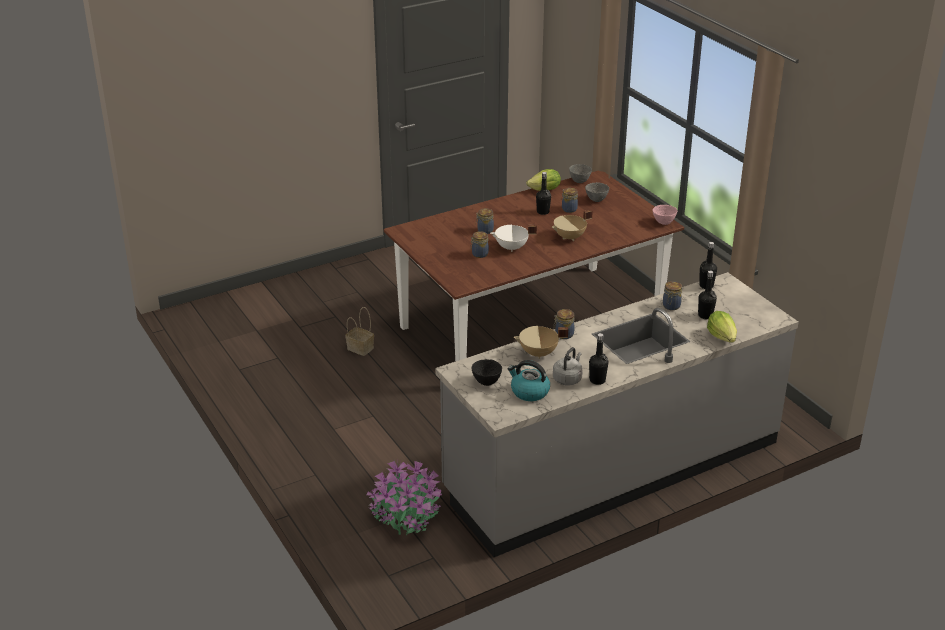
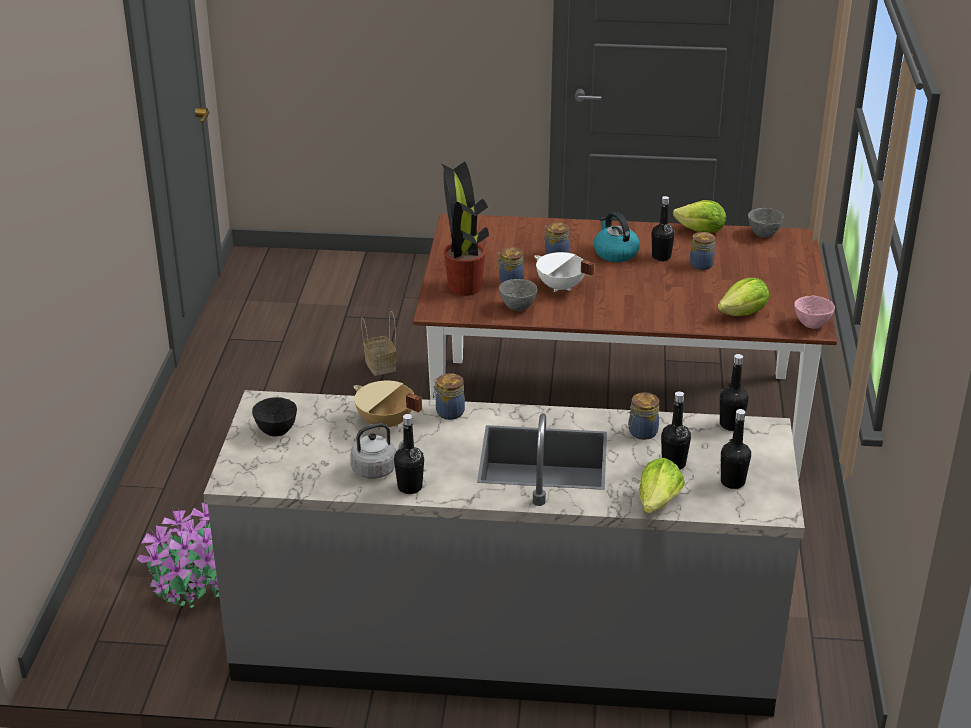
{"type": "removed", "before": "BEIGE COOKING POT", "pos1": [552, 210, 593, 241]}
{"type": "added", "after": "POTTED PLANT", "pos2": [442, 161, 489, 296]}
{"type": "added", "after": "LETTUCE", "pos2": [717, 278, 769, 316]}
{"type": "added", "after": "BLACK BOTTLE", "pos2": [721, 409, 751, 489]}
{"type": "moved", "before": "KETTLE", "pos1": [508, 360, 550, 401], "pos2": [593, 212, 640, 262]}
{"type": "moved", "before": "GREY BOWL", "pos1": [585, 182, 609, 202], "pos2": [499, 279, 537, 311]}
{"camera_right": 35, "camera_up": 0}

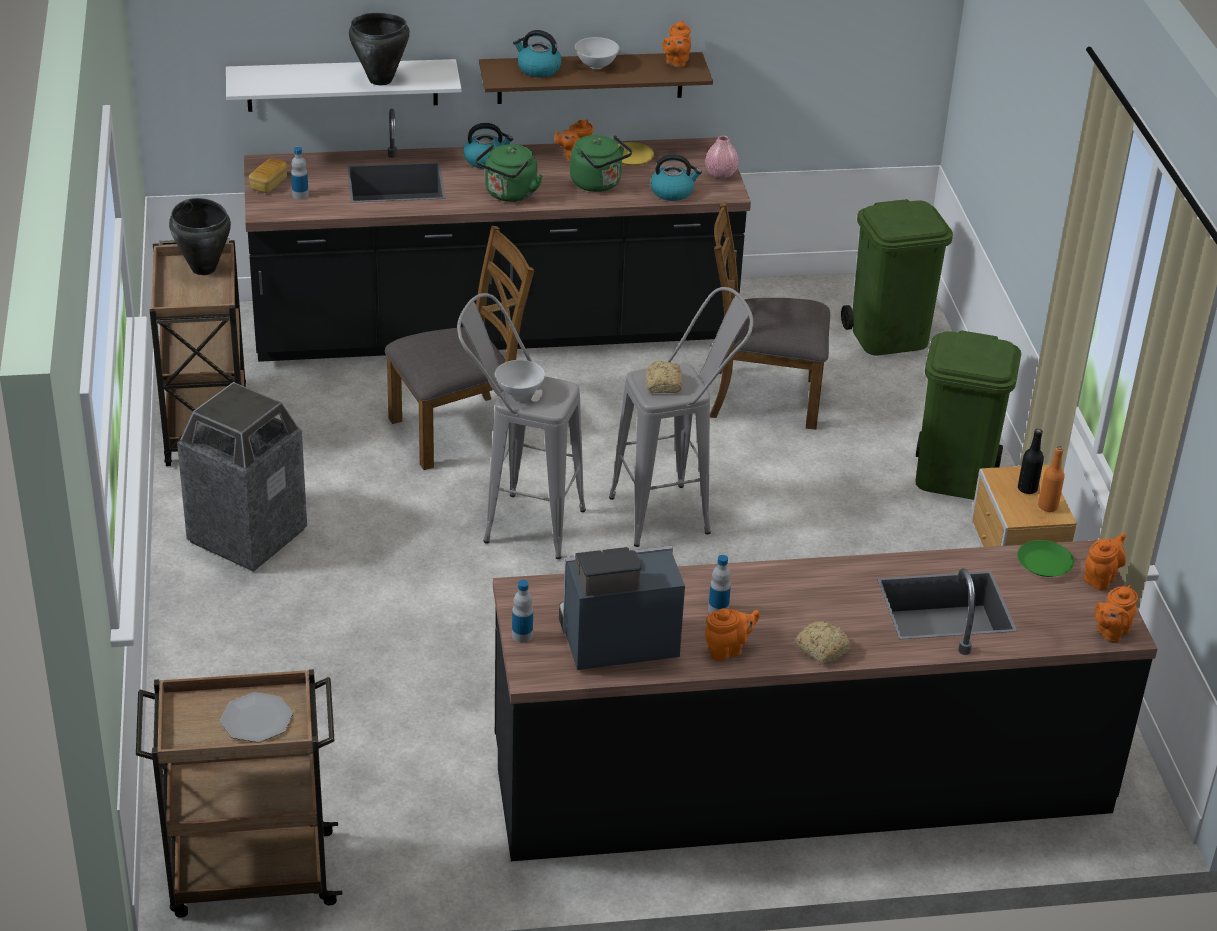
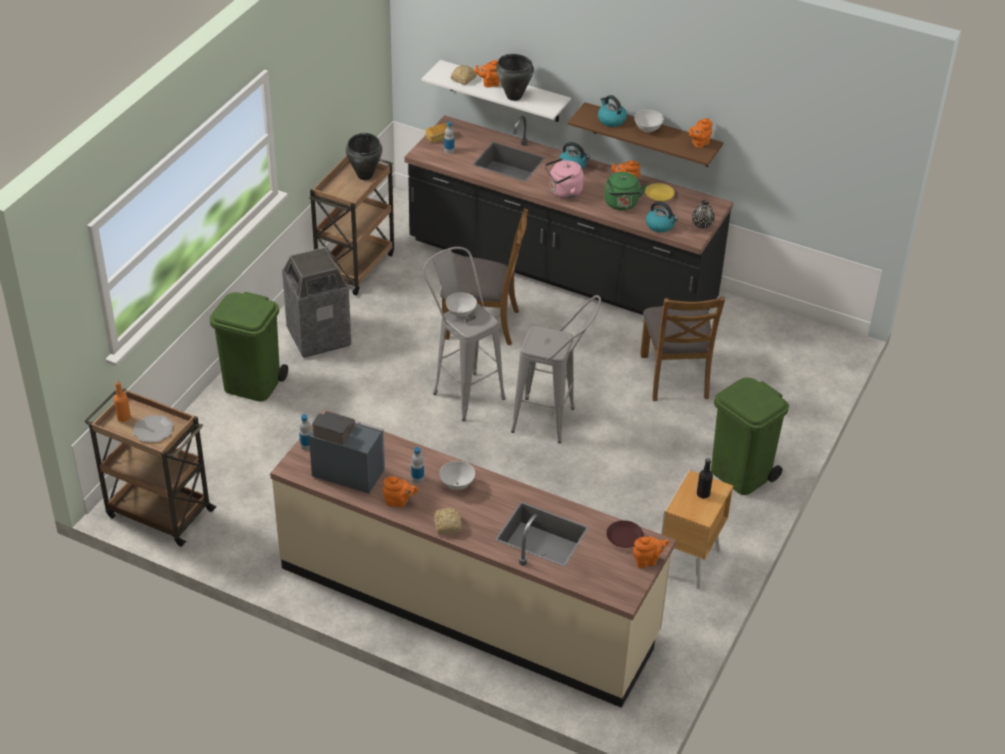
{"type": "added", "after": "WHITE BOWL", "pos2": [440, 461, 475, 490]}
{"type": "moved", "before": "BREAD", "pos1": [646, 361, 682, 393], "pos2": [451, 65, 477, 85]}
{"type": "moved", "before": "GREEN TRASH CAN", "pos1": [841, 199, 953, 355], "pos2": [210, 292, 288, 402]}
{"type": "moved", "before": "ORANGE BOTTLE", "pos1": [1038, 446, 1065, 512], "pos2": [114, 381, 131, 422]}
{"type": "moved", "before": "ORANGE TEAPOT", "pos1": [1095, 585, 1138, 643], "pos2": [475, 60, 500, 88]}
{"type": "recoloured", "before": "GREEN KETTLE", "after": "PINK KETTLE", "pos1": [476, 144, 543, 202], "pos2": [545, 158, 584, 199]}
{"type": "recoloured", "before": "BLACK COUNTER", "after": "BEIGE COUNTER", "pos1": [493, 540, 1158, 861], "pos2": [270, 409, 676, 708]}
{"type": "recoloured", "before": "PINK VASE", "after": "BLACK VASE", "pos1": [705, 135, 738, 179], "pos2": [692, 200, 715, 229]}
{"type": "recoloured", "before": "GREEN PLATE", "after": "BROWN PLATE", "pos1": [1017, 540, 1074, 577], "pos2": [606, 520, 644, 548]}
{"type": "turned", "before": "BROWN CHAIR", "pos1": [710, 203, 830, 430], "pos2": [640, 296, 725, 401], "turn": -135}
{"camera_right": 35, "camera_up": 5}

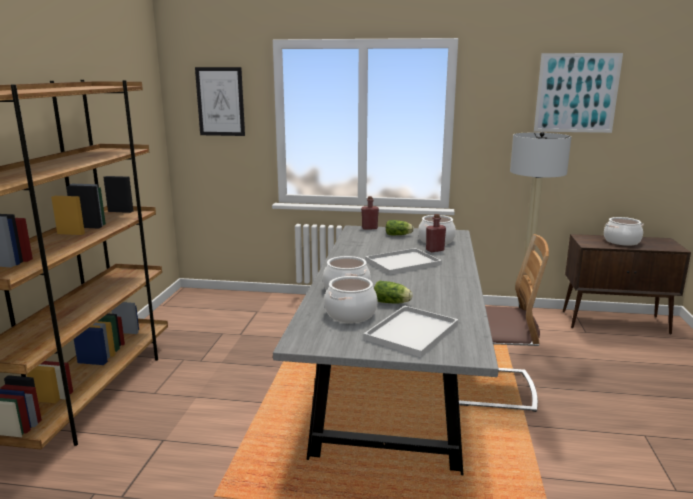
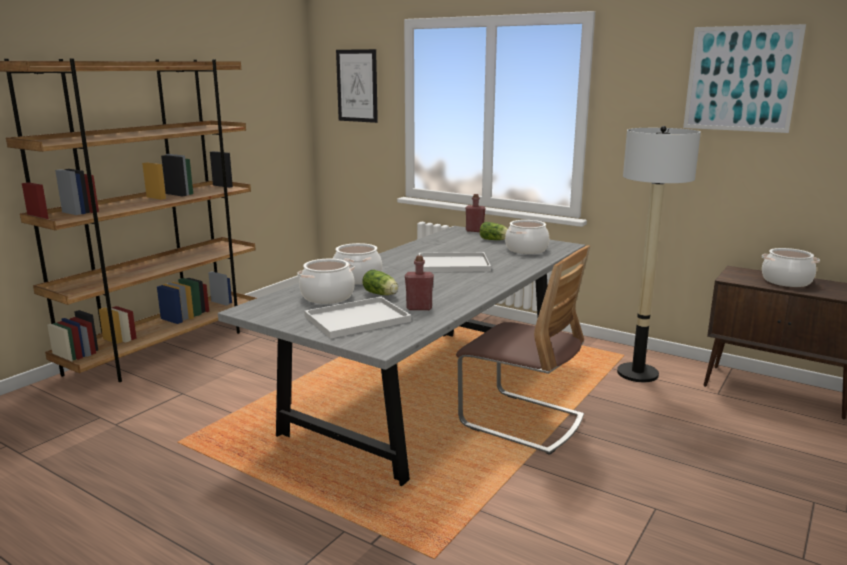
{"type": "moved", "before": "RED BOTTLE", "pos1": [426, 214, 446, 252], "pos2": [405, 255, 434, 310]}
{"camera_right": 25, "camera_up": 0}

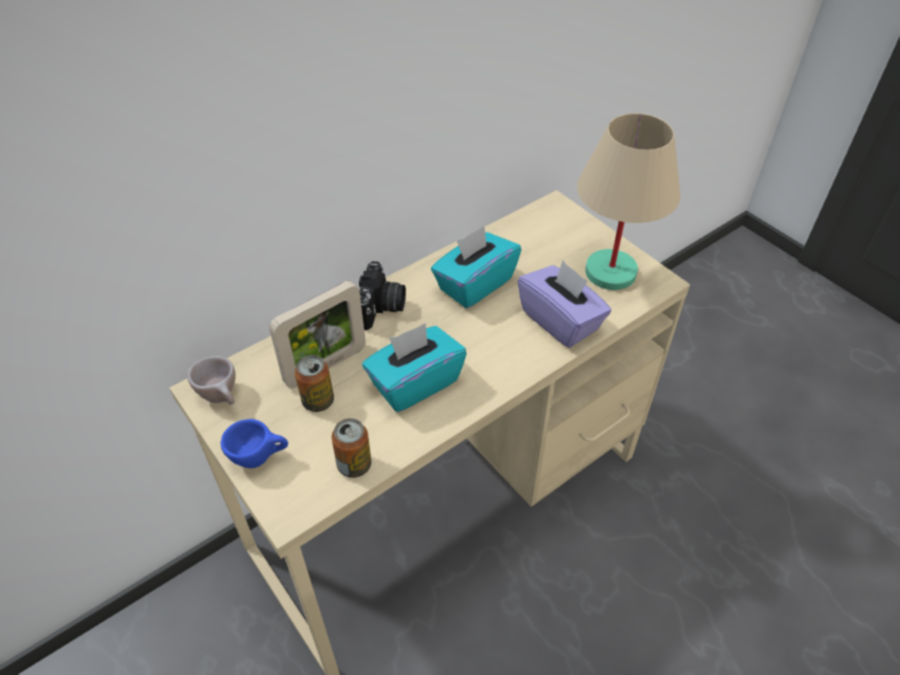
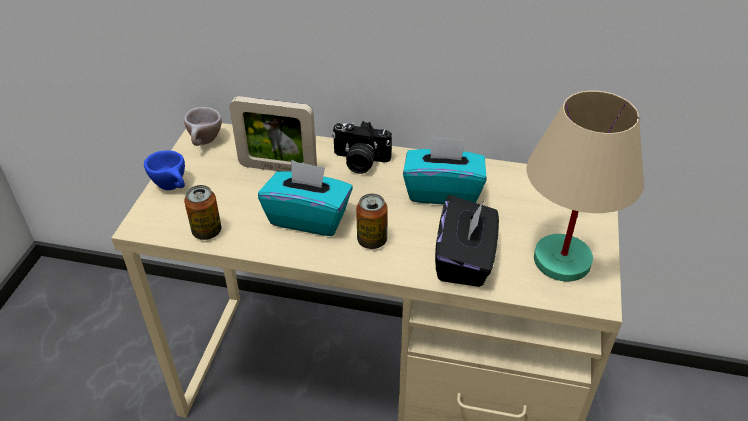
{"type": "moved", "before": "CAN", "pos1": [295, 355, 334, 412], "pos2": [356, 194, 388, 249]}
{"type": "recoloured", "before": "PURPLE TISSUE BOX", "after": "BLACK TISSUE BOX", "pos1": [518, 261, 611, 348], "pos2": [435, 195, 499, 287]}
{"type": "turned", "before": "PHOTO CAMERA", "pos1": [359, 261, 406, 330], "pos2": [332, 121, 392, 174], "turn": 45}
{"camera_right": 50, "camera_up": -5}

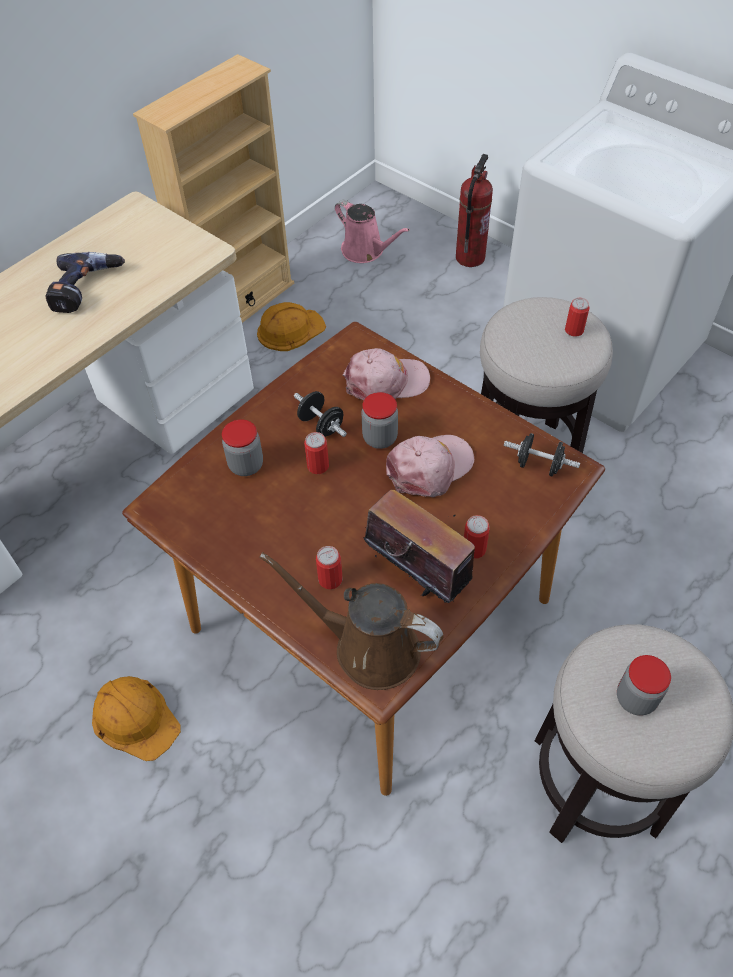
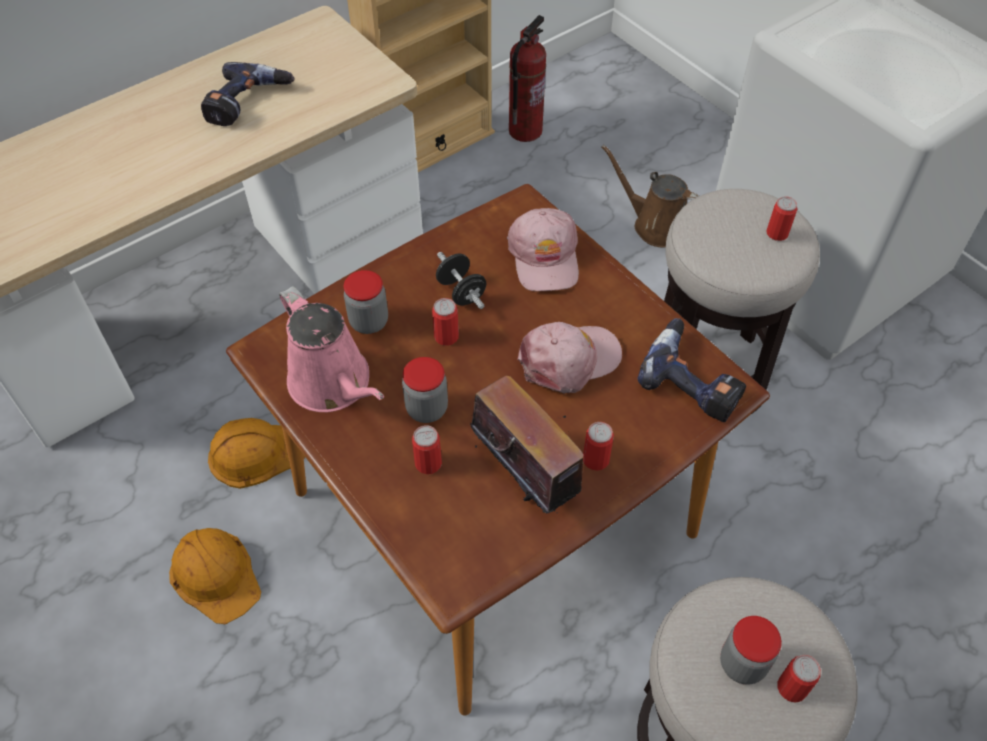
{"type": "added", "after": "CAN", "pos2": [778, 655, 821, 703]}
{"type": "moved", "before": "ORANGE HARD HAT", "pos1": [257, 302, 326, 351], "pos2": [208, 418, 305, 489]}
{"type": "moved", "before": "BROWN WATERING CAN", "pos1": [259, 552, 444, 690], "pos2": [601, 144, 699, 248]}
{"type": "moved", "before": "PINK WATERING CAN", "pos1": [335, 200, 410, 263], "pos2": [279, 286, 384, 412]}
{"type": "moved", "before": "JAR", "pos1": [362, 392, 398, 449], "pos2": [402, 357, 448, 423]}
{"type": "moved", "before": "FIRE EXTINGUISHER", "pos1": [456, 154, 493, 267], "pos2": [509, 15, 546, 142]}
{"type": "replaced", "before": "BLACK DUMBBELL", "after": "POWER DRILL", "pos1": [504, 433, 580, 476], "pos2": [638, 318, 746, 422]}
{"type": "turned", "before": "PINK CAP", "pos1": [343, 348, 430, 401], "pos2": [507, 208, 579, 292], "turn": 90}
{"camera_right": 10, "camera_up": 0}

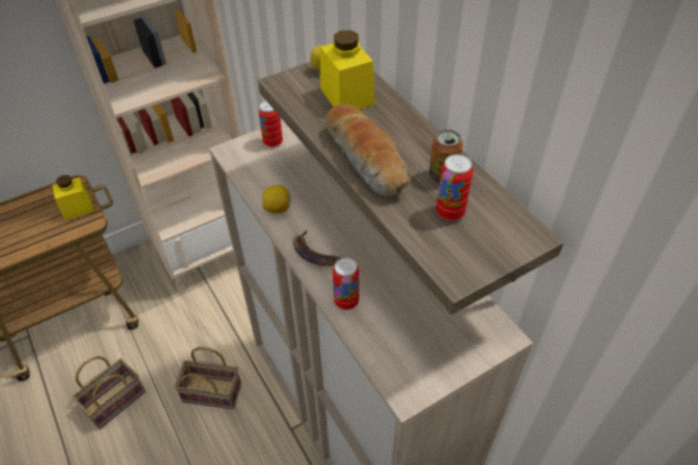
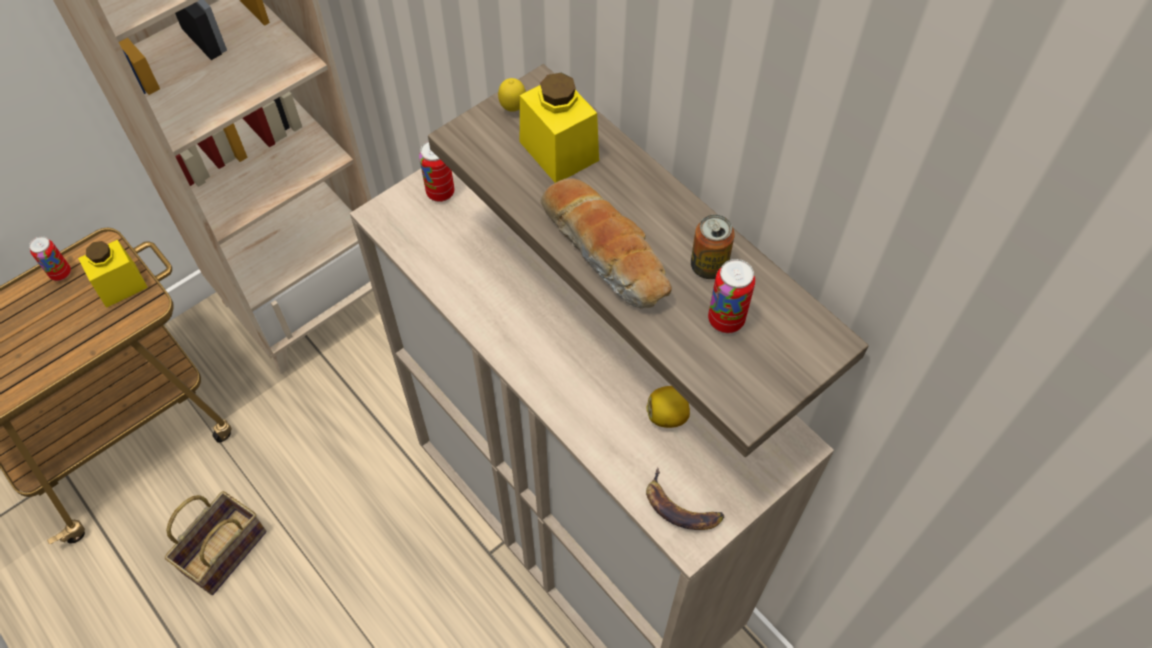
{"type": "removed", "before": "BASKET", "pos1": [174, 347, 242, 409]}
{"type": "moved", "before": "LEMON", "pos1": [262, 185, 291, 213], "pos2": [647, 386, 690, 428]}
{"type": "moved", "before": "BANANA", "pos1": [293, 229, 341, 266], "pos2": [646, 467, 724, 530]}
{"type": "moved", "before": "CAN", "pos1": [333, 258, 359, 310], "pos2": [29, 236, 71, 281]}
{"camera_right": -10, "camera_up": 10}

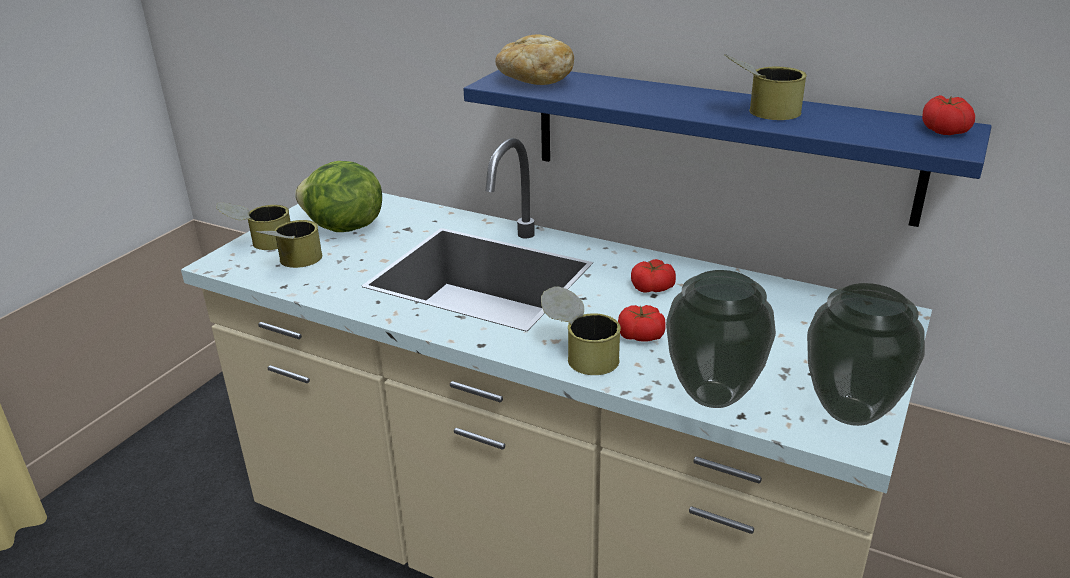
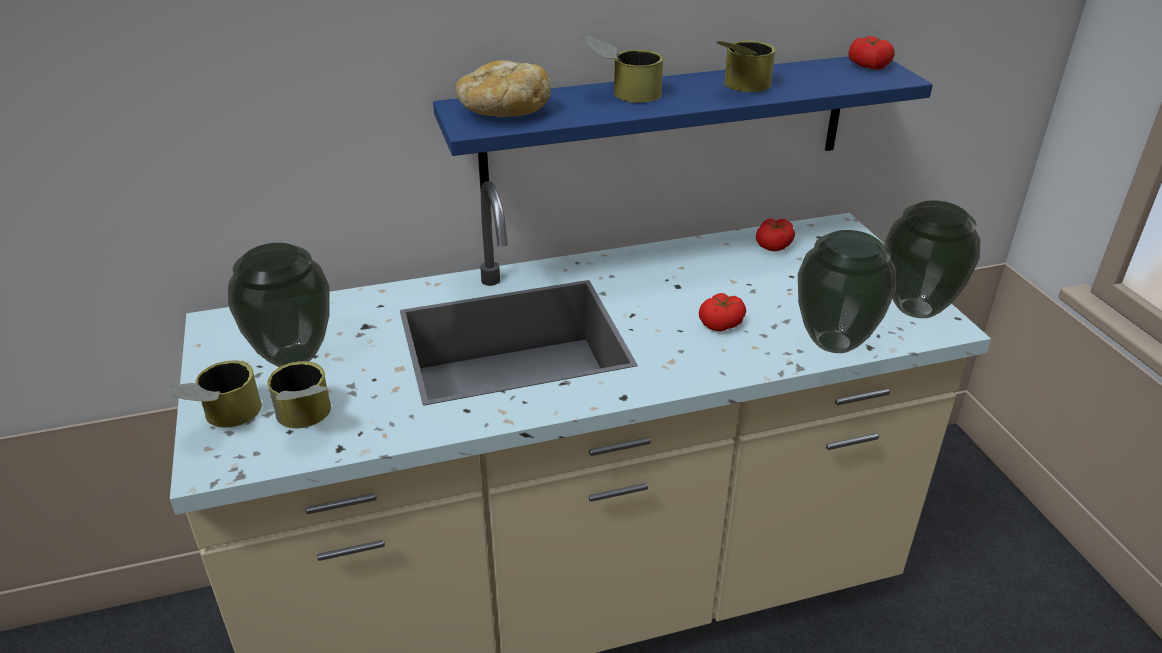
{"type": "moved", "before": "CAN", "pos1": [541, 286, 621, 375], "pos2": [583, 36, 664, 103]}
{"type": "moved", "before": "TOMATO", "pos1": [631, 259, 676, 293], "pos2": [756, 219, 795, 251]}
{"type": "replaced", "before": "LETTUCE", "after": "VASE", "pos1": [295, 161, 382, 232], "pos2": [228, 243, 330, 367]}
{"camera_right": -45, "camera_up": 5}

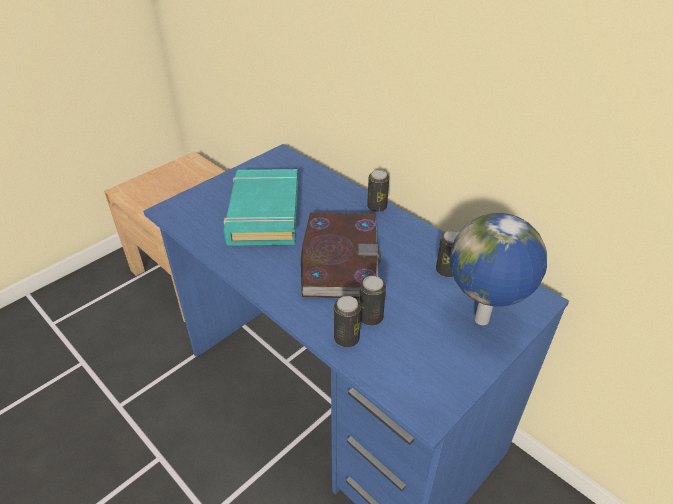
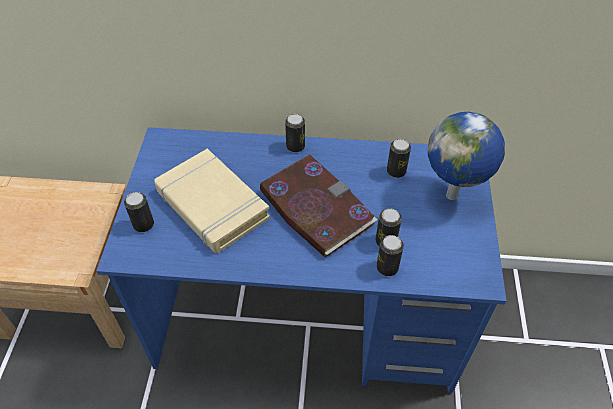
{"type": "added", "after": "CAN", "pos2": [124, 192, 154, 232]}
{"type": "recoloured", "before": "TURQUOISE BOOK", "after": "BEIGE BOOK", "pos1": [223, 169, 298, 246], "pos2": [154, 149, 270, 254]}
{"camera_right": -40, "camera_up": 10}

